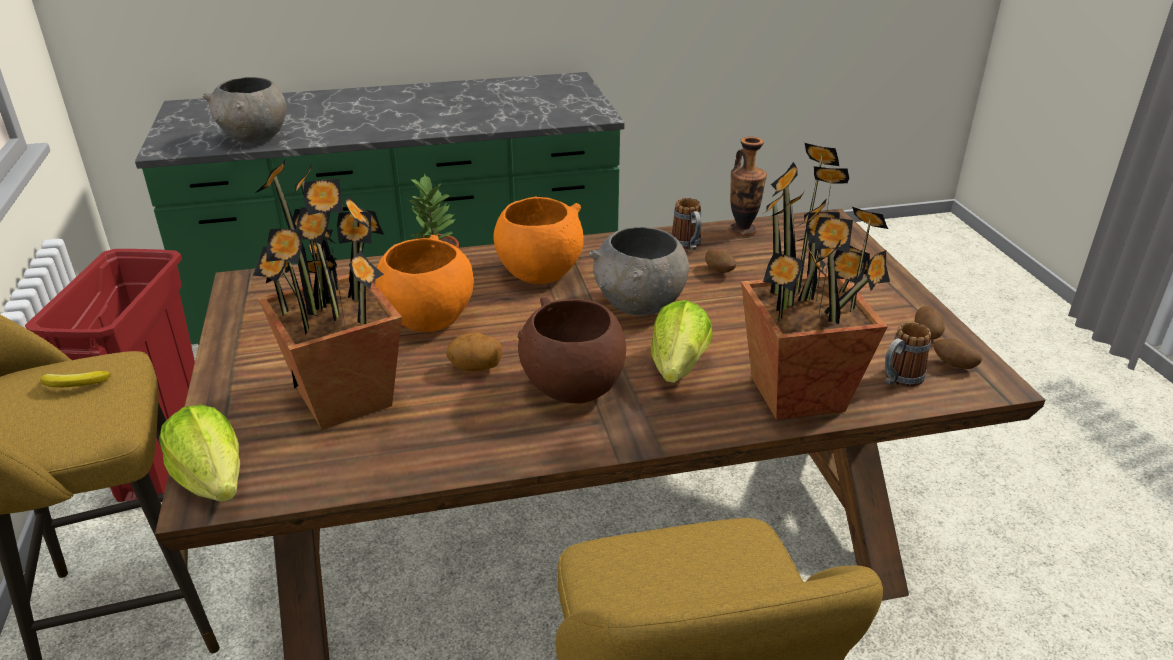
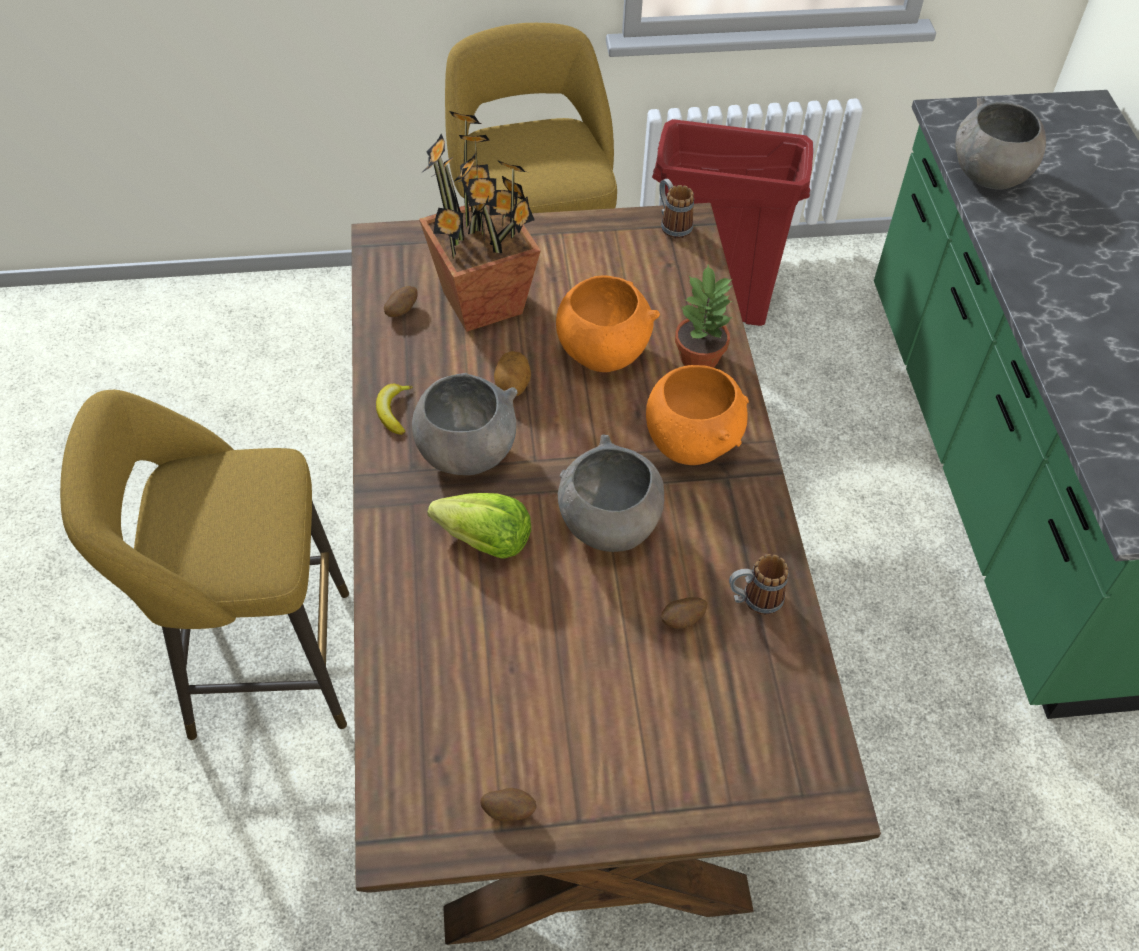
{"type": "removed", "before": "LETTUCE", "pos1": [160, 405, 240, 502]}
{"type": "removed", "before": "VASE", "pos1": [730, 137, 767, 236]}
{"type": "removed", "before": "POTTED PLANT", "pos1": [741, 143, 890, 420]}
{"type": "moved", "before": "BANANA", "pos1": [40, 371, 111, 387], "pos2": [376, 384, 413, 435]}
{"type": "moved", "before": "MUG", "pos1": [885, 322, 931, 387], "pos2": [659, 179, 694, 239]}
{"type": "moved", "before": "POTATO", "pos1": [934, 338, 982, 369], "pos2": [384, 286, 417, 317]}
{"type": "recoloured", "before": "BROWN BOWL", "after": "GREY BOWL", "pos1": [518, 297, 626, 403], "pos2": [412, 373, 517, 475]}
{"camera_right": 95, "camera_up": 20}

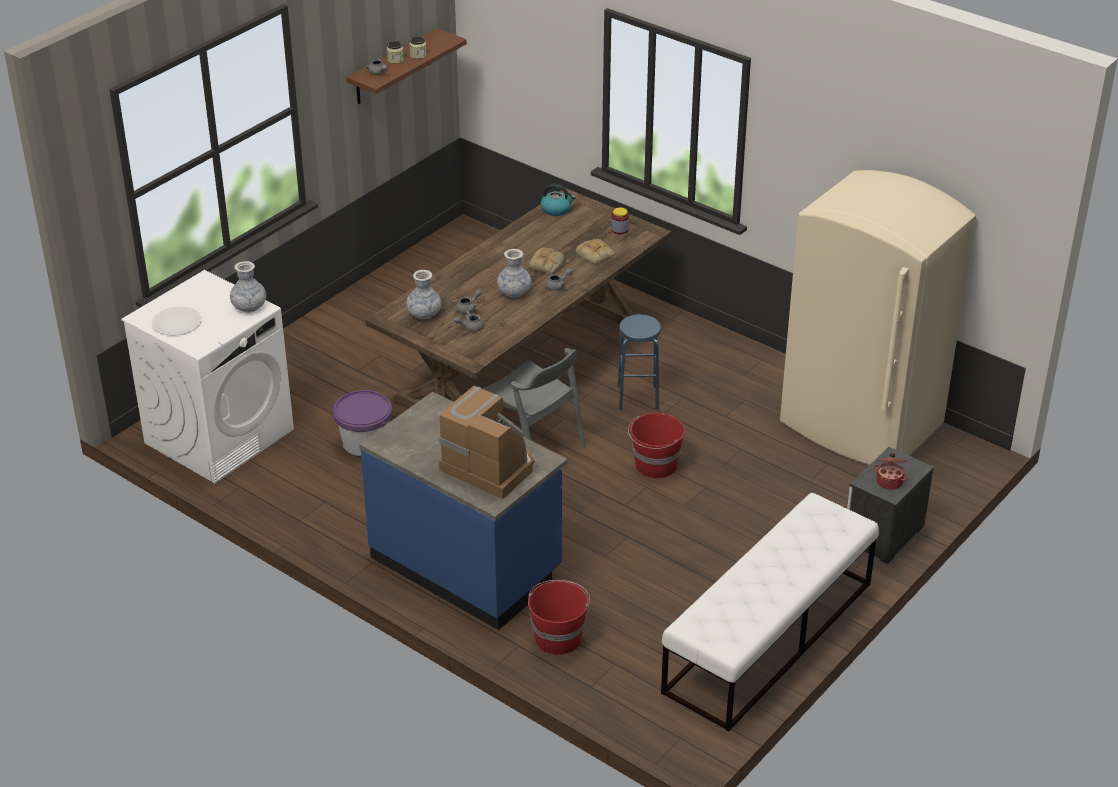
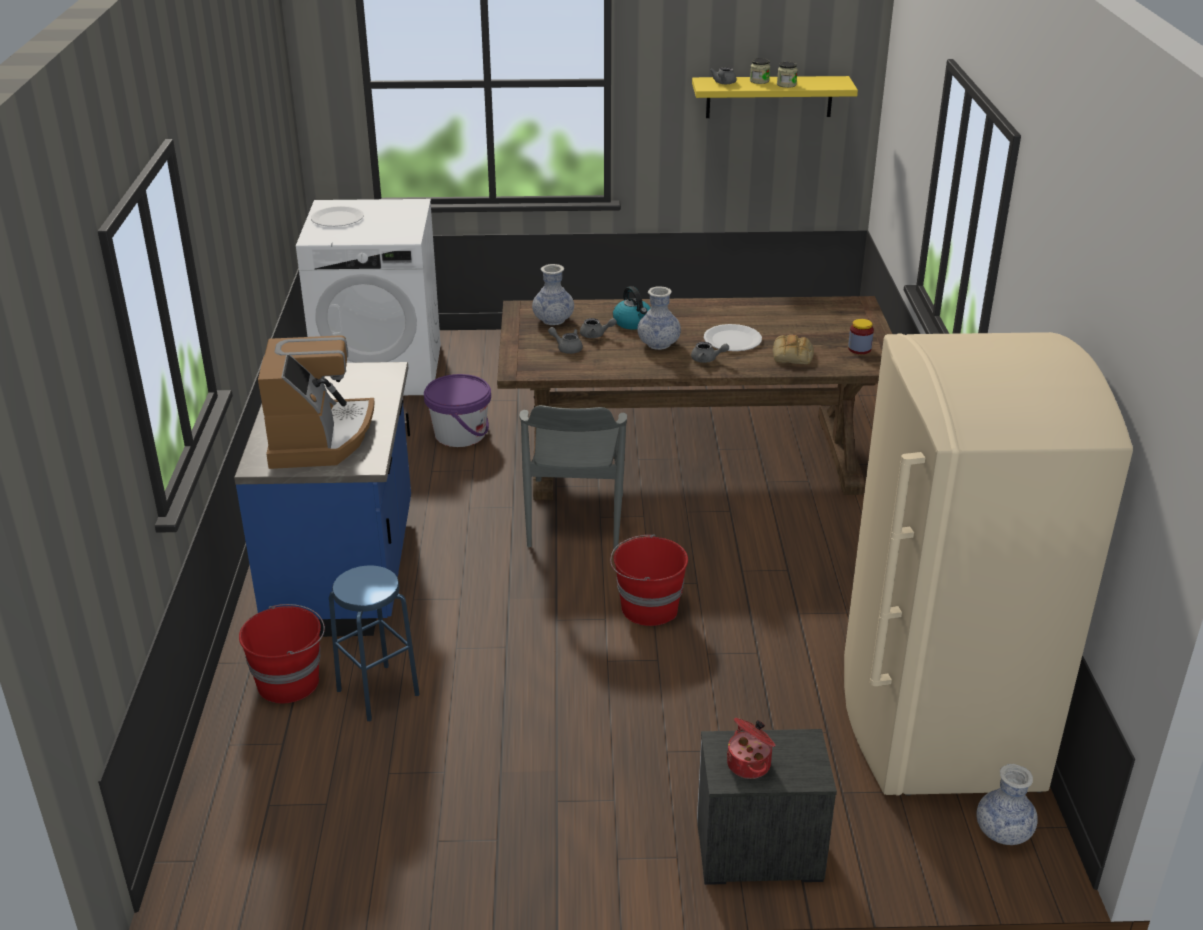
{"type": "removed", "before": "WHITE BENCH", "pos1": [661, 493, 879, 731]}
{"type": "moved", "before": "VASE", "pos1": [230, 261, 266, 312], "pos2": [977, 764, 1038, 845]}
{"type": "moved", "before": "KETTLE", "pos1": [541, 184, 576, 216], "pos2": [613, 286, 651, 330]}
{"type": "moved", "before": "BLUE STOOL", "pos1": [618, 314, 661, 410], "pos2": [329, 565, 419, 721]}
{"type": "replaced", "before": "BREAD", "after": "WHITE PLATE", "pos1": [529, 247, 564, 274], "pos2": [704, 324, 762, 351]}
{"type": "recoloured", "before": "BROWN SHELF", "after": "YELLOW SHELF", "pos1": [346, 28, 467, 104], "pos2": [692, 76, 858, 118]}
{"camera_right": 50, "camera_up": -5}

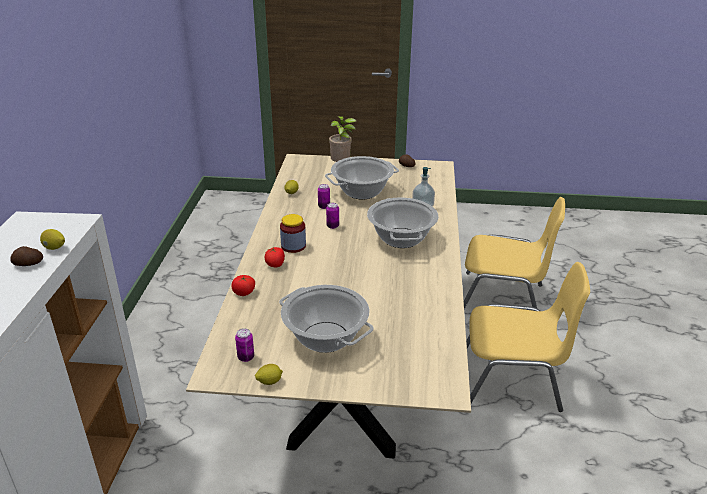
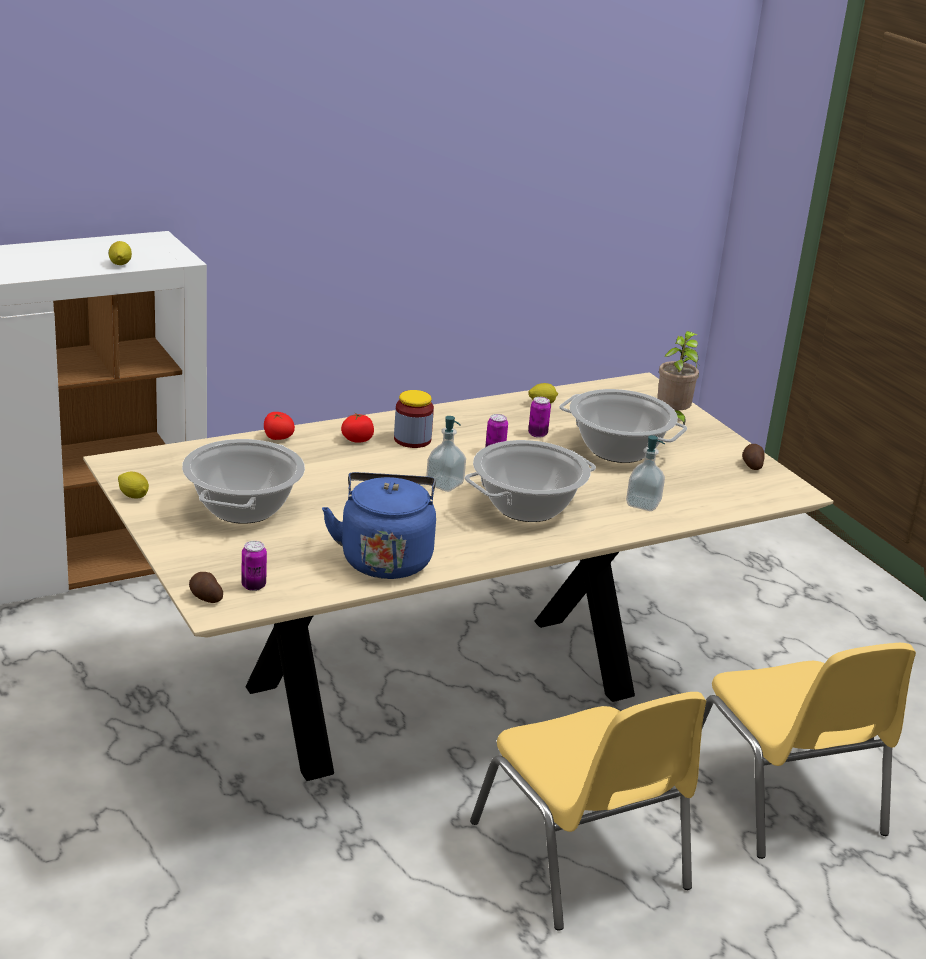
{"type": "added", "after": "BLUE KETTLE", "pos2": [322, 472, 436, 579]}
{"type": "added", "after": "SOAP DISPENSER", "pos2": [426, 416, 466, 492]}
{"type": "moved", "before": "POTATO", "pos1": [10, 246, 43, 266], "pos2": [189, 572, 223, 603]}
{"type": "moved", "before": "CAN", "pos1": [235, 328, 254, 362], "pos2": [241, 541, 267, 591]}
{"camera_right": 55, "camera_up": -5}

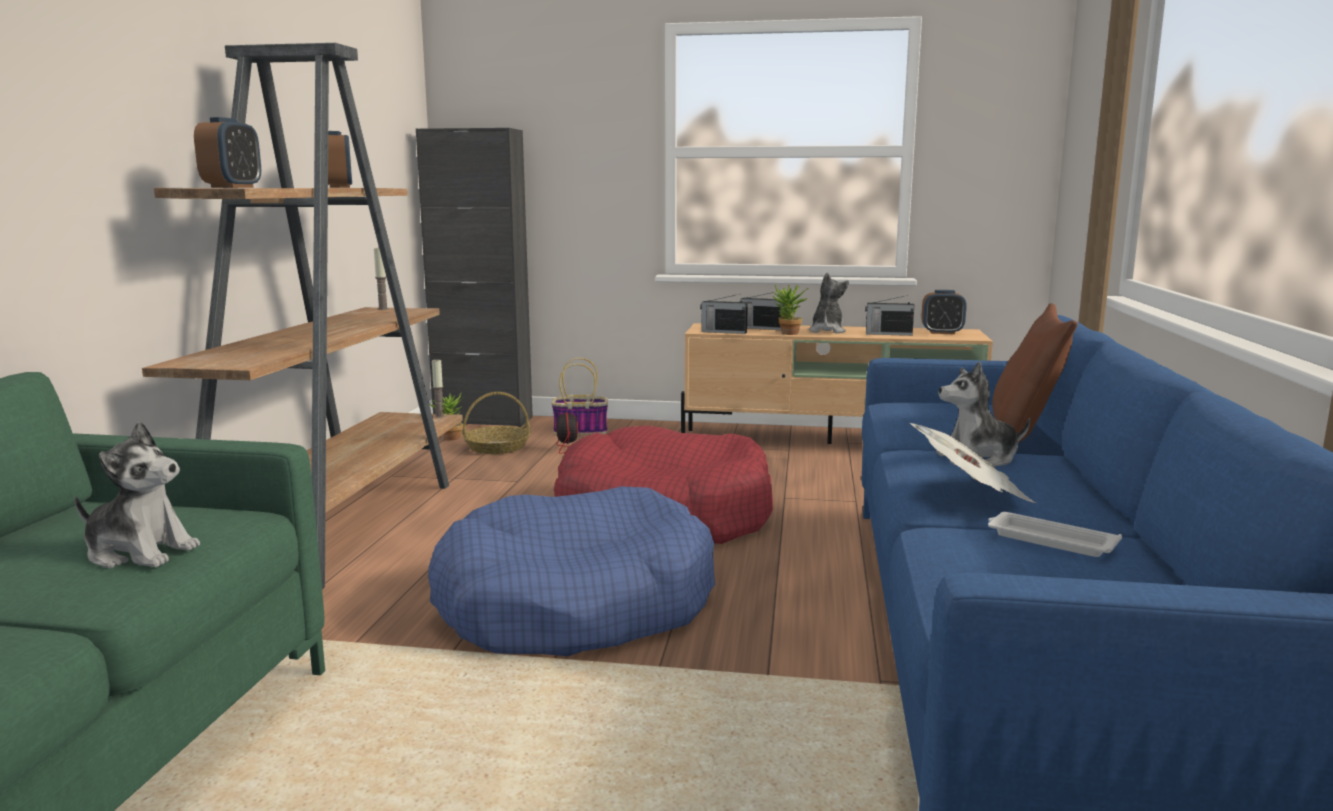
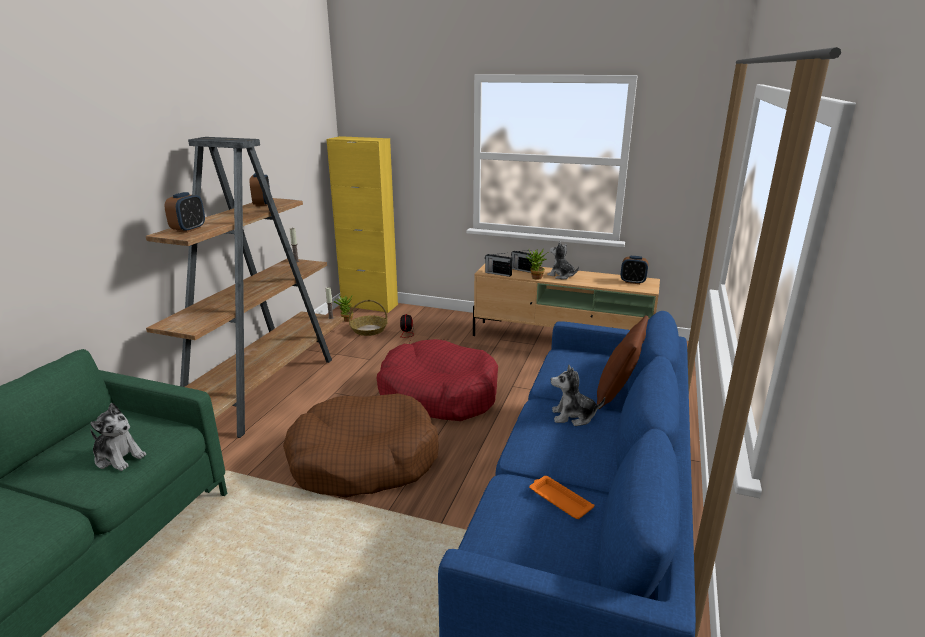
{"type": "removed", "before": "BASKET", "pos1": [552, 358, 608, 435]}
{"type": "removed", "before": "RADIO", "pos1": [865, 295, 914, 336]}
{"type": "removed", "before": "NEWSPAPER", "pos1": [910, 423, 1036, 503]}
{"type": "recoloured", "before": "BLACK CABINET", "after": "YELLOW CABINET", "pos1": [416, 128, 533, 427], "pos2": [326, 136, 398, 313]}
{"type": "recoloured", "before": "BLUE DOG BED", "after": "BROWN DOG BED", "pos1": [428, 486, 715, 656], "pos2": [283, 393, 439, 498]}
{"type": "recoloured", "before": "WHITE TRAY", "after": "ORANGE TRAY", "pos1": [988, 512, 1122, 557], "pos2": [529, 476, 594, 519]}
{"type": "turned", "before": "PLUSH TOY", "pos1": [809, 272, 849, 333], "pos2": [547, 242, 579, 279], "turn": -75}
{"camera_right": 10, "camera_up": 10}

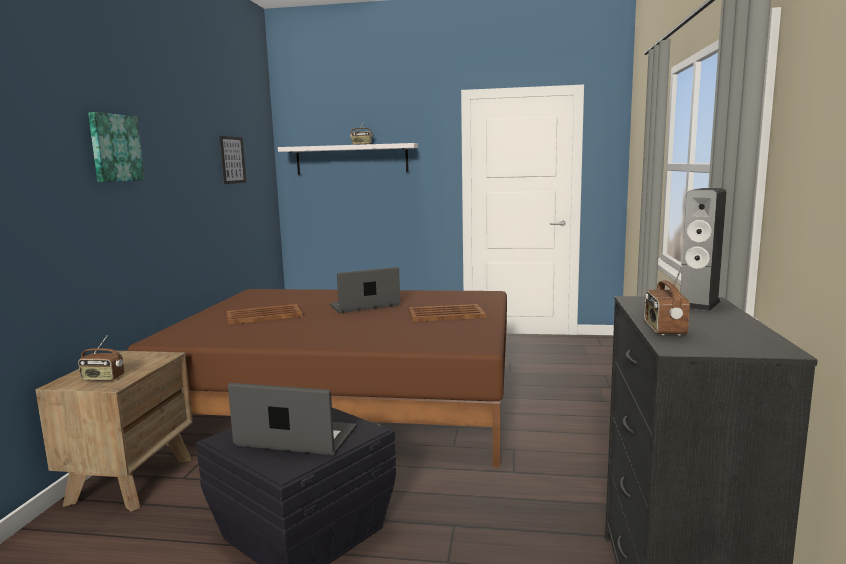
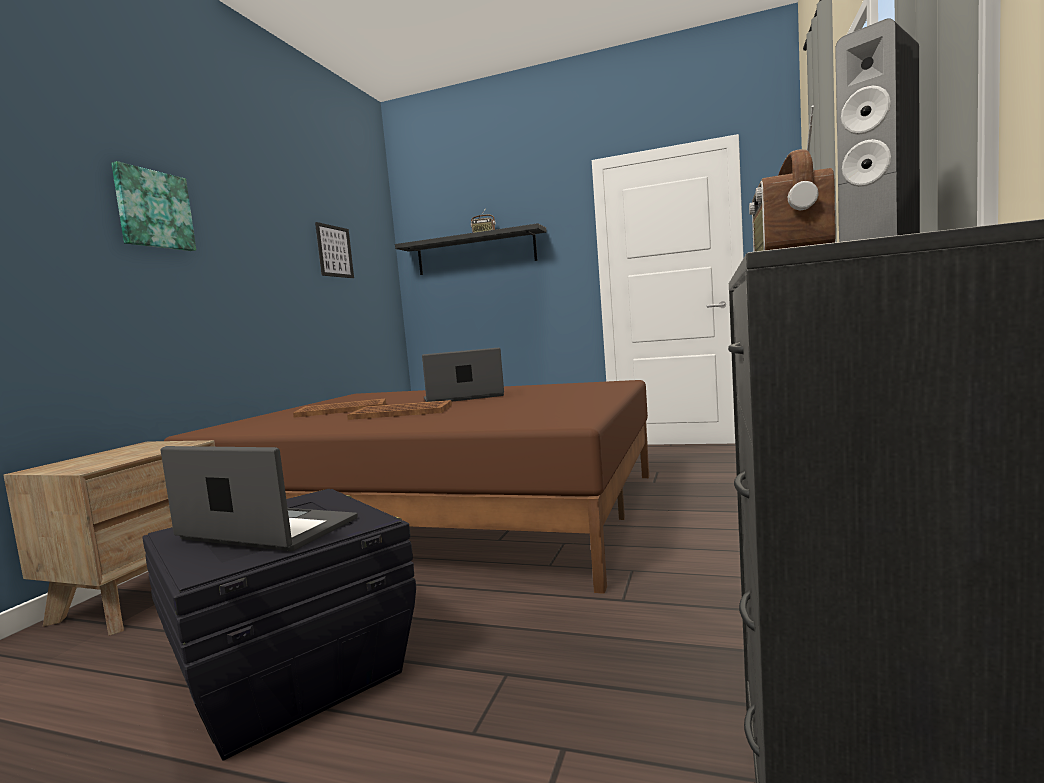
{"type": "removed", "before": "RADIO", "pos1": [78, 335, 124, 381]}
{"type": "moved", "before": "BROWN TRAY", "pos1": [409, 304, 486, 322], "pos2": [347, 400, 452, 420]}
{"type": "recoloured", "before": "WHITE SHELF", "after": "BLACK SHELF", "pos1": [278, 143, 418, 175], "pos2": [395, 223, 546, 275]}
{"camera_right": 10, "camera_up": -5}

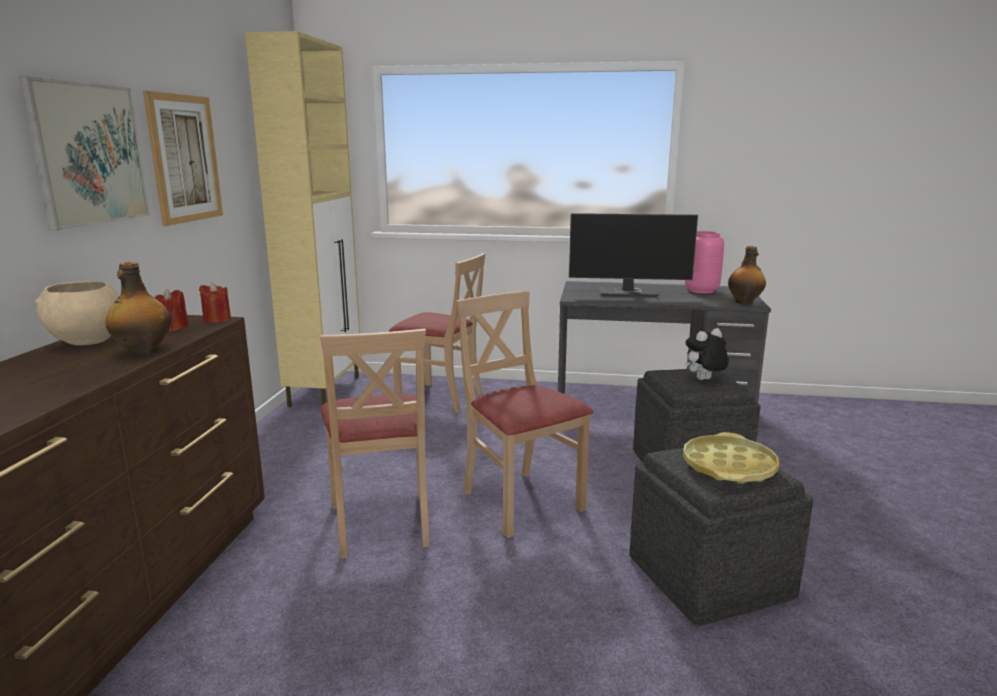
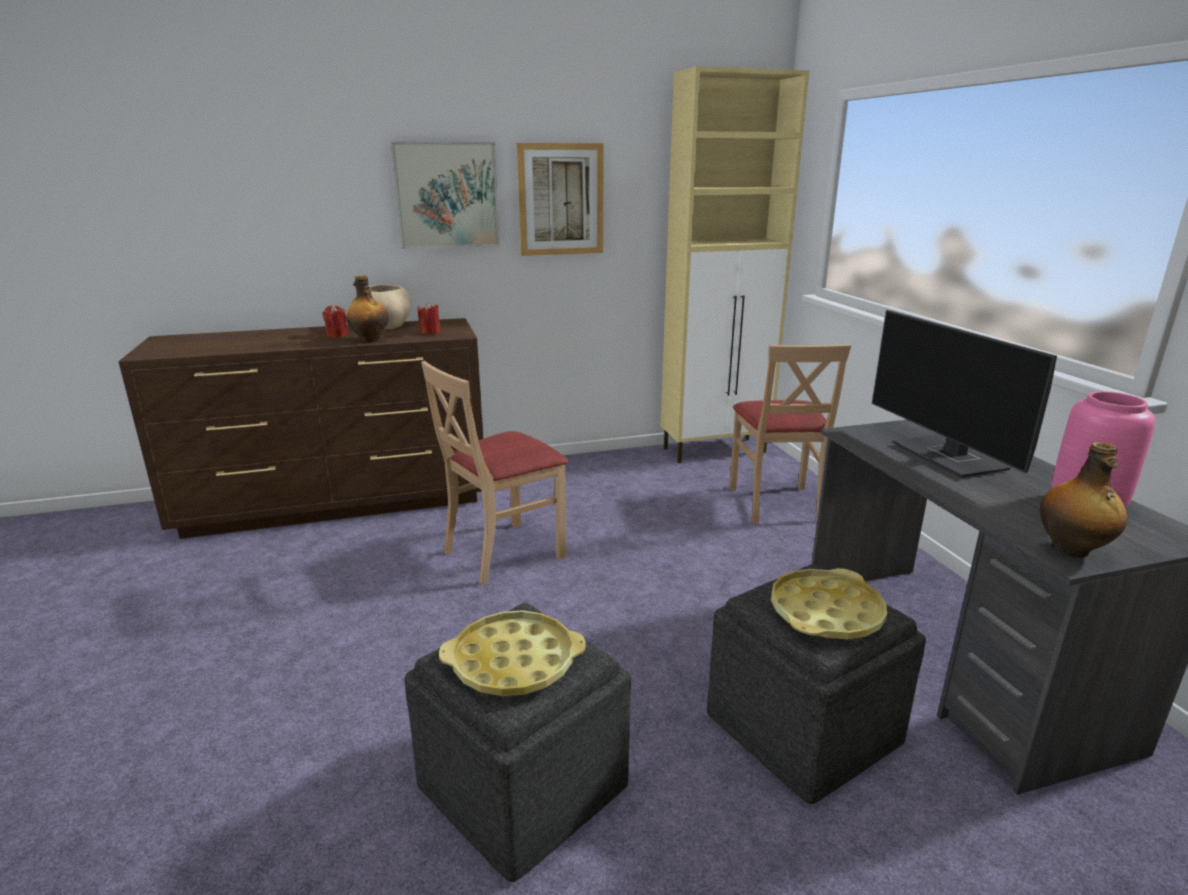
{"type": "removed", "before": "BEIGE CHAIR", "pos1": [456, 291, 593, 538]}
{"type": "moved", "before": "RED CANDLE", "pos1": [199, 283, 231, 323], "pos2": [322, 305, 349, 338]}
{"type": "replaced", "before": "PLUSH TOY", "after": "YELLOW TRAY", "pos1": [685, 328, 729, 380], "pos2": [771, 568, 887, 640]}
{"camera_right": 65, "camera_up": 5}

